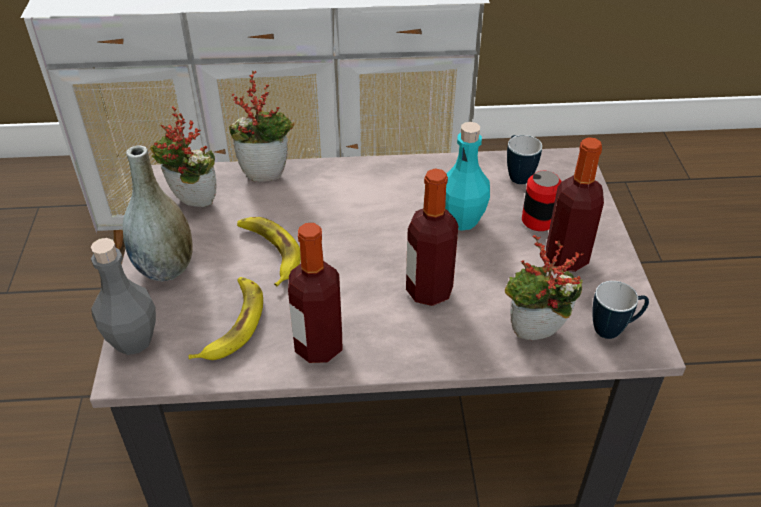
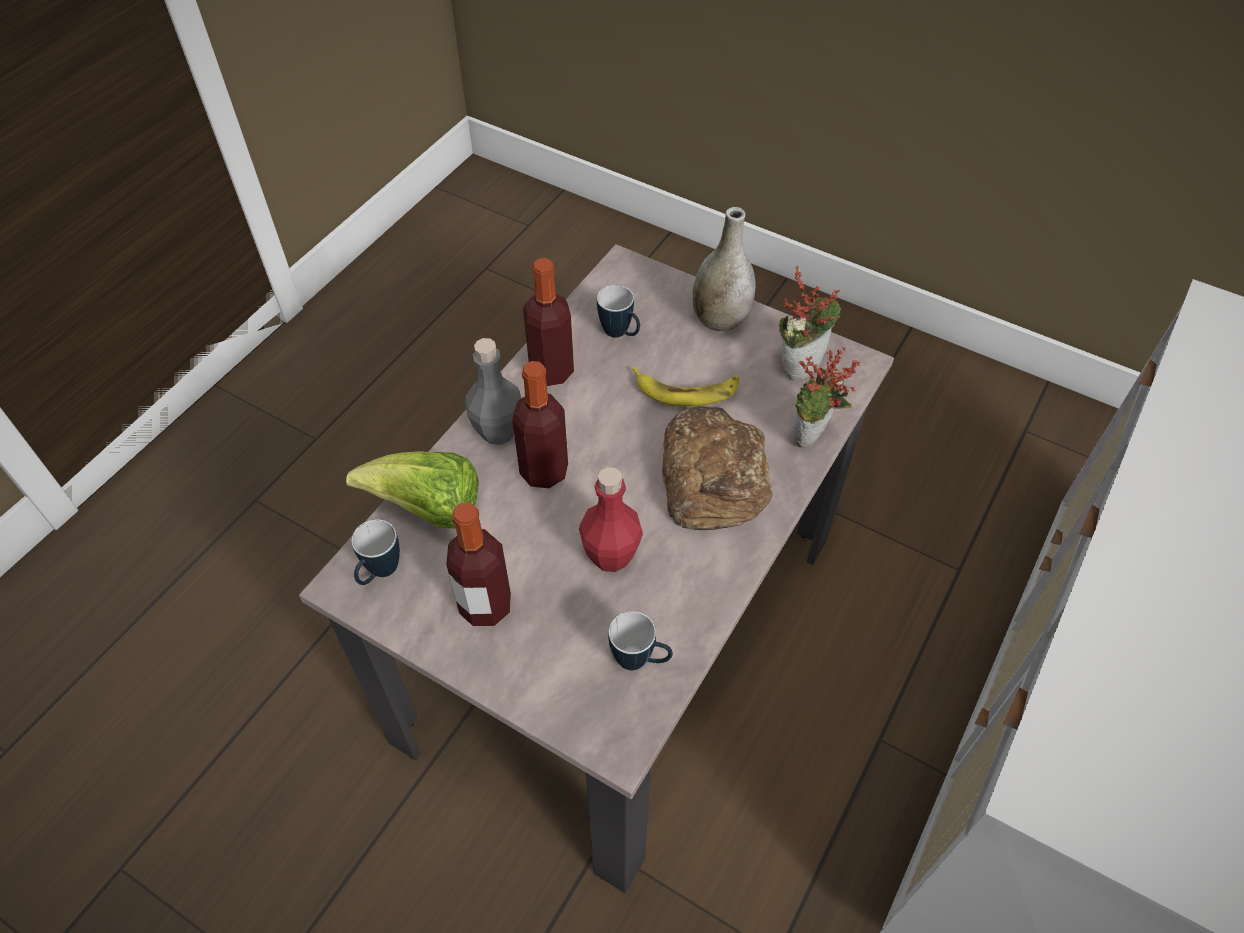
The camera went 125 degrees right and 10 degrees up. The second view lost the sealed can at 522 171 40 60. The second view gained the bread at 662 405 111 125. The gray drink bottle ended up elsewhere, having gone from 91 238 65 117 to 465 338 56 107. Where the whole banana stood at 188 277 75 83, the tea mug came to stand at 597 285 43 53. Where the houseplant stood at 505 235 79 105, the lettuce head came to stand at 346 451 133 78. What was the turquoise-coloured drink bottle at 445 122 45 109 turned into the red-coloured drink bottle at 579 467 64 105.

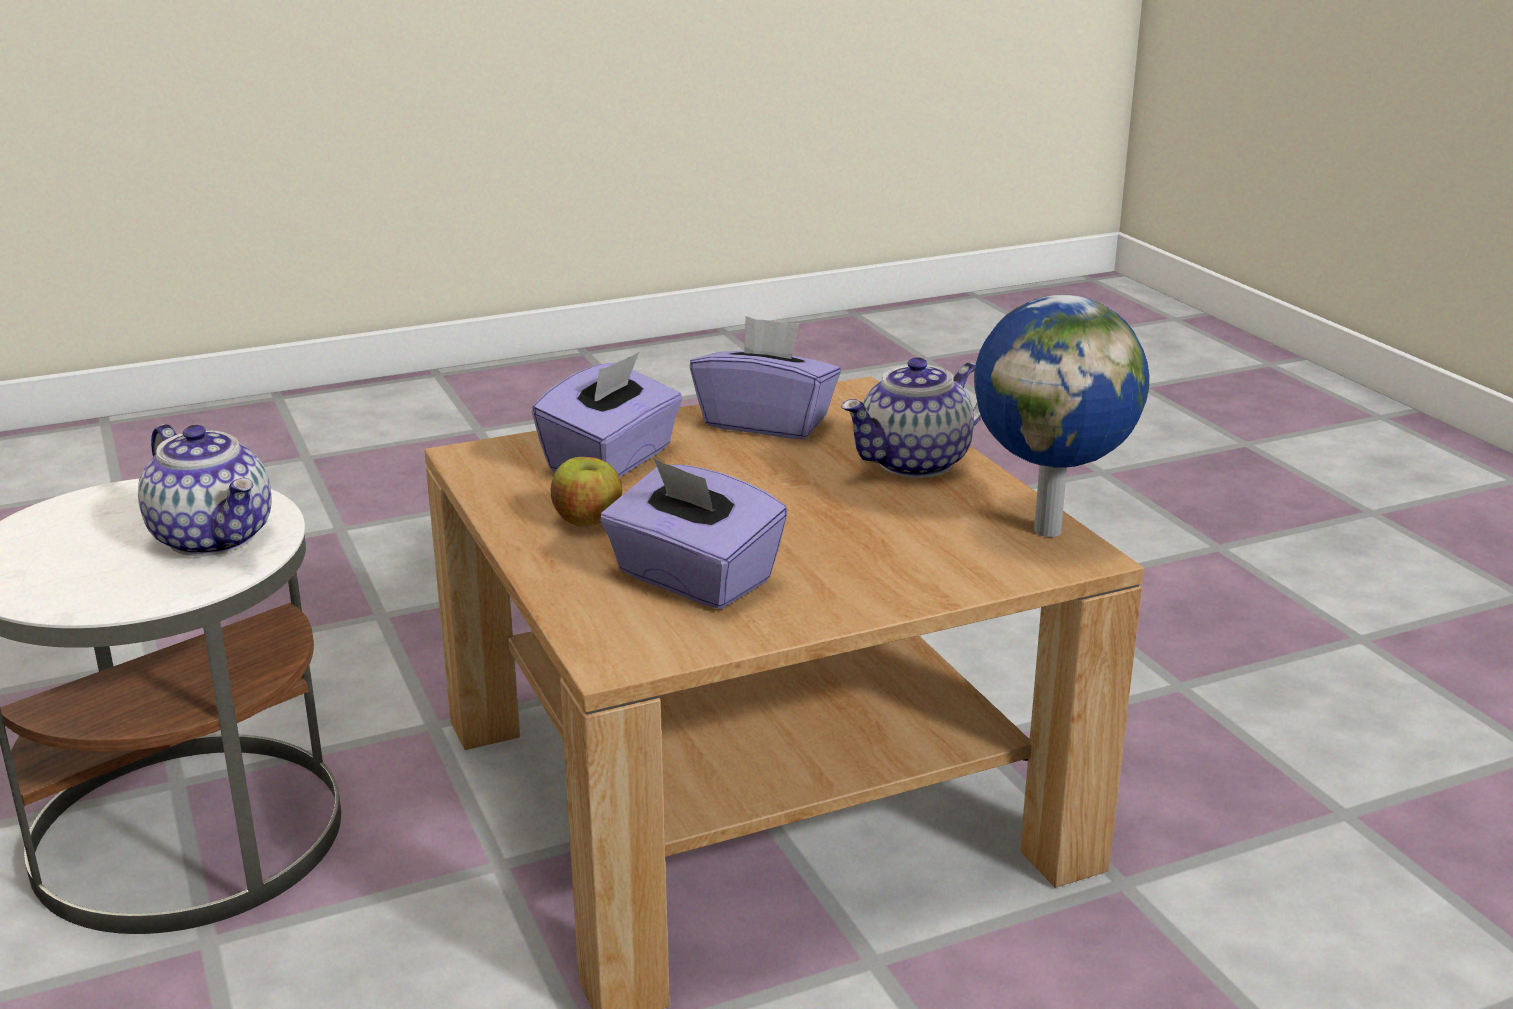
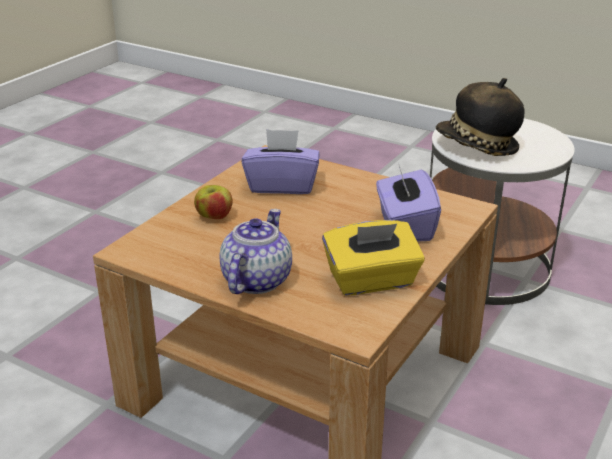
The camera went 145 degrees right and 5 degrees up. The second view lost the desk globe at 974 295 175 242. The apple fruit ended up elsewhere, having gone from 551 457 71 70 to 194 185 39 34. Where the tea pot stood at 138 424 134 132, the wearable hat came to stand at 436 78 89 78. What was the purple-coloured tissue holder at 690 316 151 123 turned into the yellowish tissue holder at 322 220 103 76.

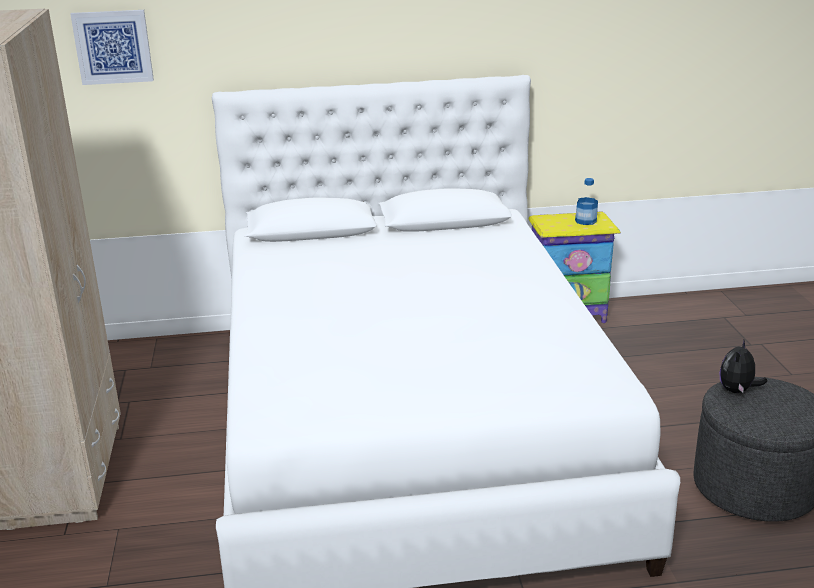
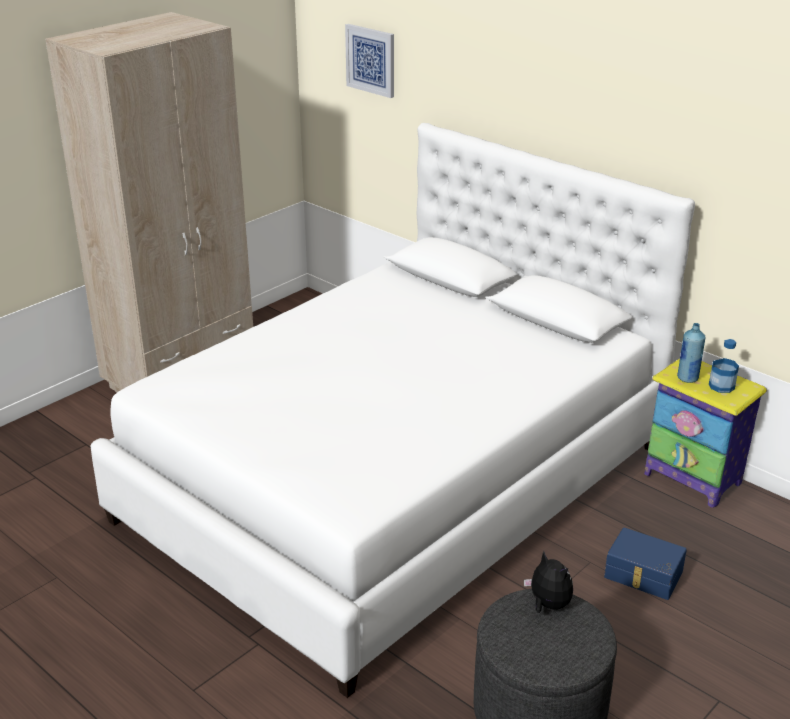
The camera went 50 degrees right and 5 degrees up. The second view gained the blue-coloured storage bin at 604 528 83 72. The second view gained the blue-coloured drink bottle at 677 323 28 60. The cuddly toy at 719 340 48 53 ended up facing another way, 60 degrees clockwise from before.

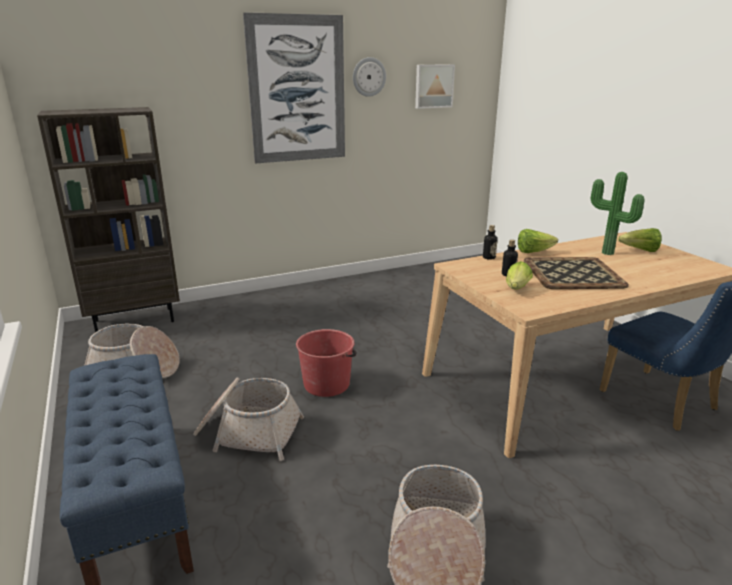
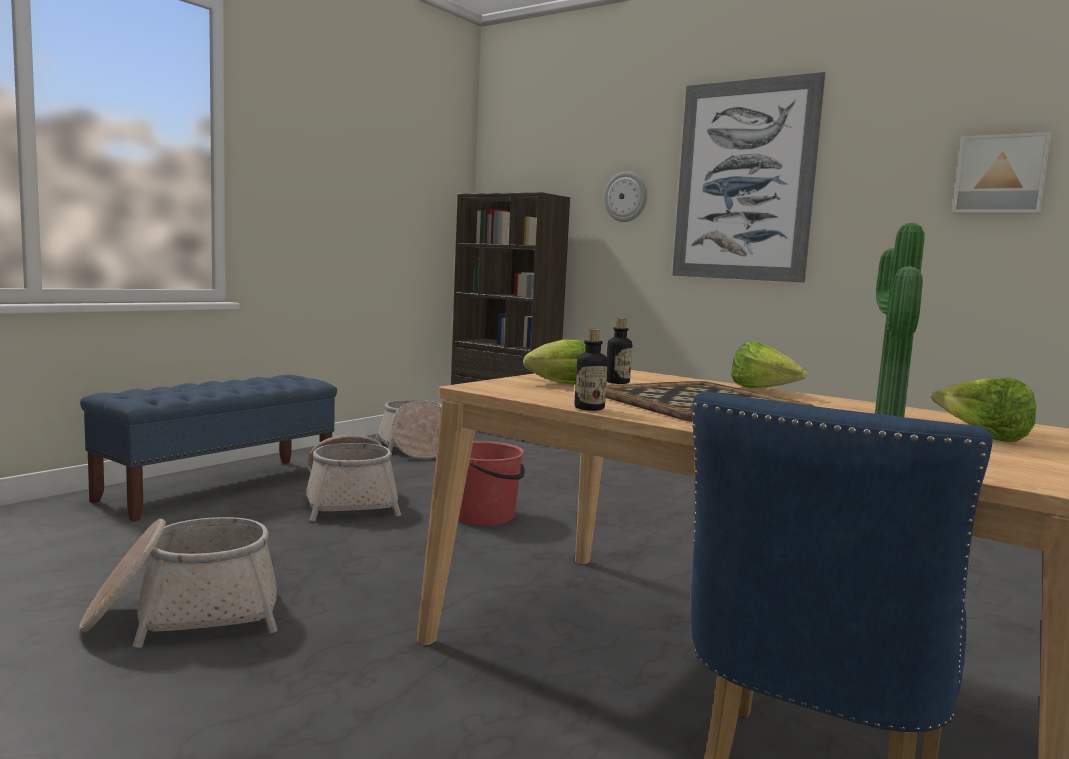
The camera went 60 degrees right and 15 degrees down. The wall clock ended up elsewhere, having gone from 353 57 33 40 to 604 171 43 51. The drink bottle ended up elsewhere, having gone from 483 225 15 35 to 574 329 34 82.

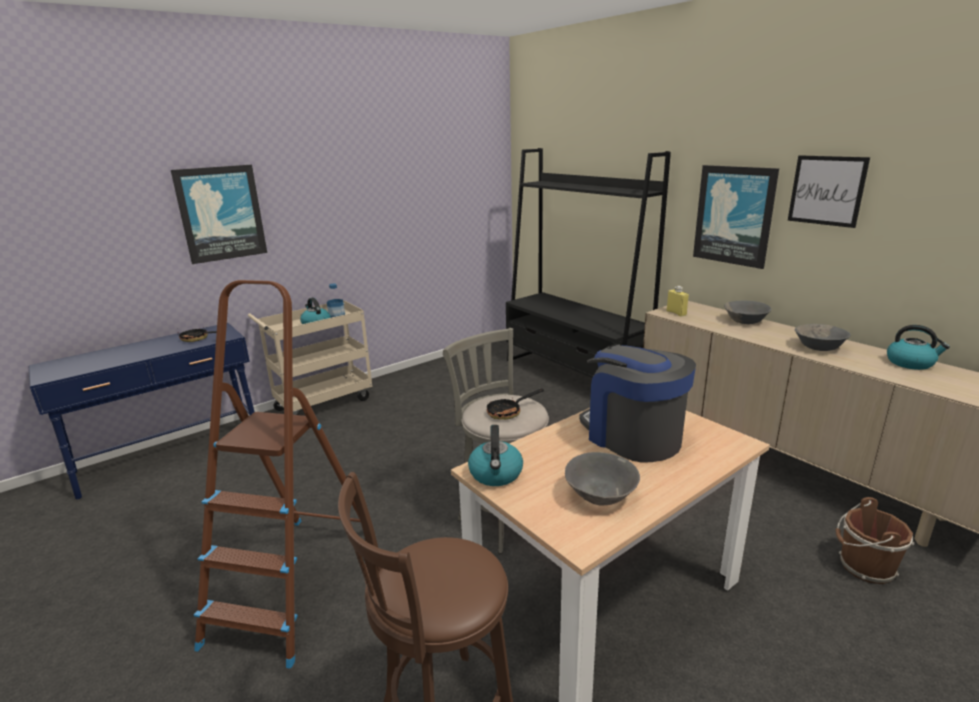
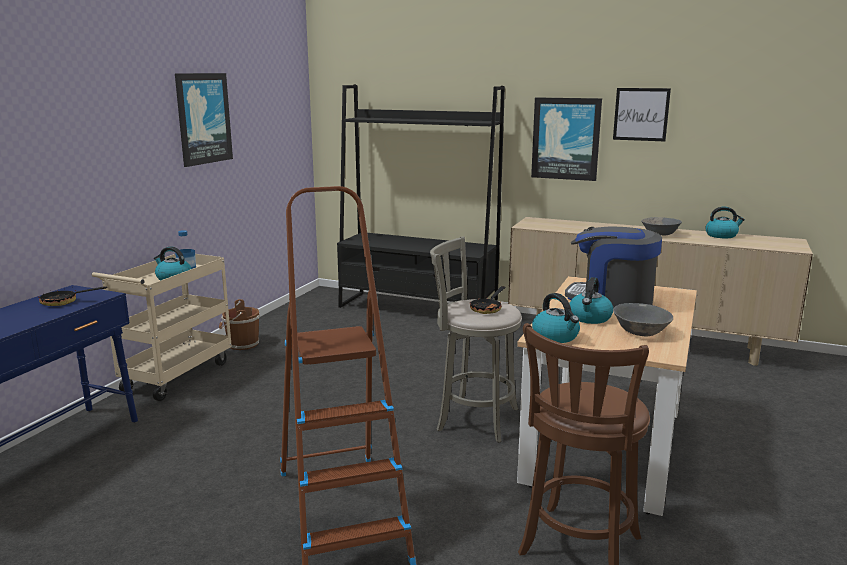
The camera went 30 degrees left and 5 degrees down. The second view lost the yellowish drink bottle at 667 286 22 31. The second view lost the gray serving bowl at 724 301 48 23. The second view gained the tea kettle at 569 277 44 47. The wall picture ended up elsewhere, having gone from 171 165 96 99 to 175 73 58 94. The brown-coloured pail ended up elsewhere, having gone from 835 497 79 87 to 219 299 41 51.

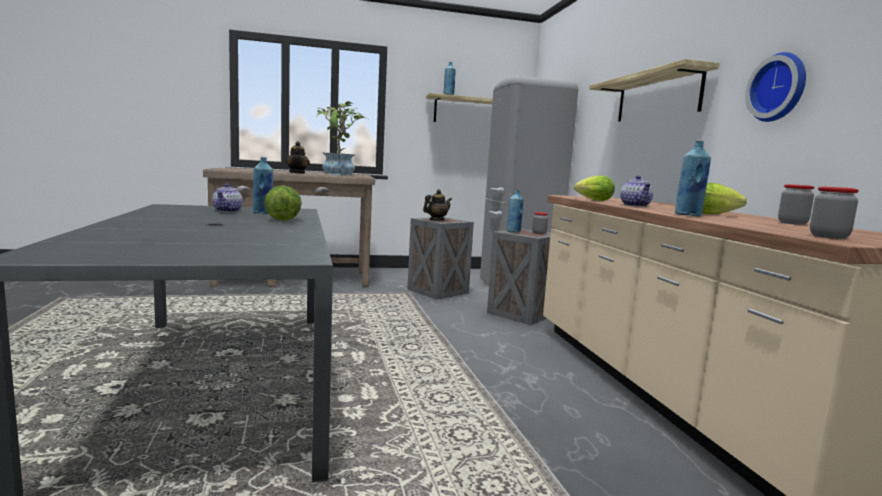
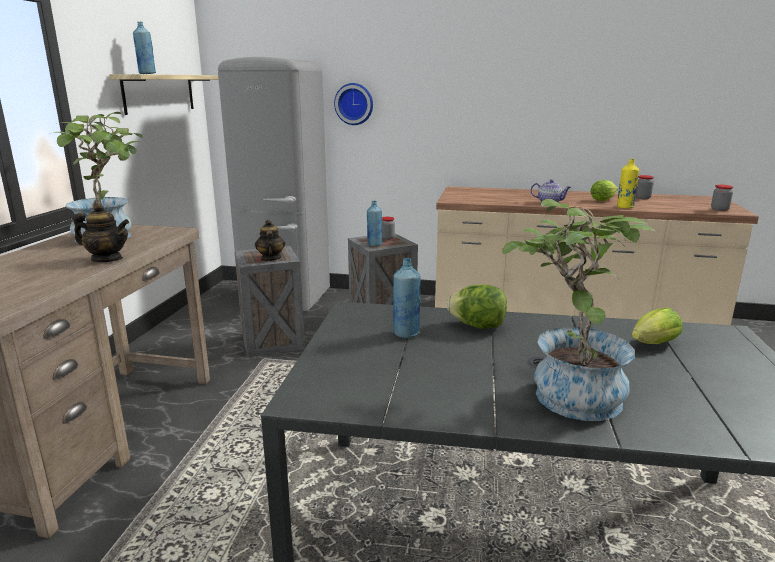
The camera went 65 degrees left and 10 degrees up. The second view lost the tea pot at 212 184 31 28. The second view lost the wall shelf at 589 59 131 63. The second view gained the houseplant at 502 199 153 222. The lettuce head ended up elsewhere, having gone from 574 176 41 25 to 632 307 50 37. The wall clock ended up elsewhere, having gone from 745 52 61 70 to 334 83 39 42. What was the blue-coloured drink bottle at 675 141 36 76 turned into the yellowish drink bottle at 617 159 22 50.

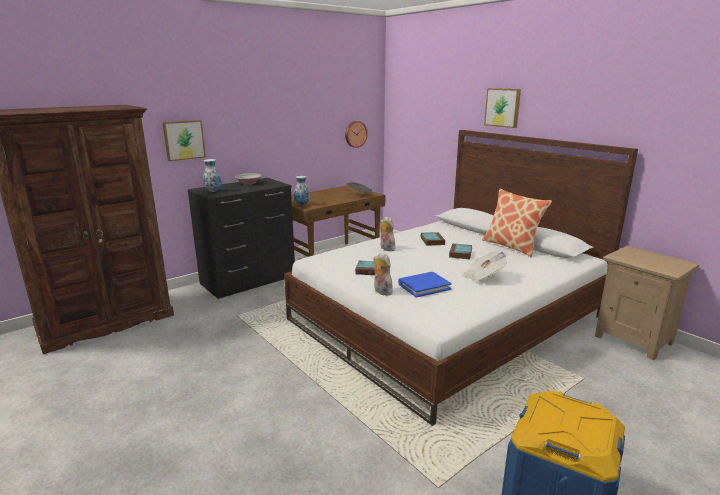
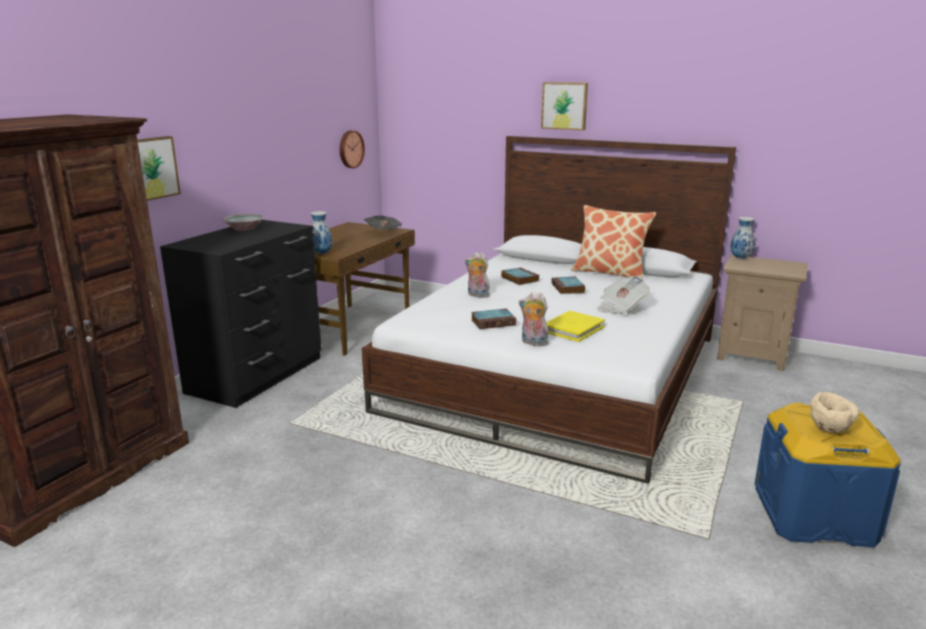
The camera went 25 degrees left and 0 degrees up. The second view gained the sand-coloured serving bowl at 810 392 49 41. The decorative vase ended up elsewhere, having gone from 203 159 19 33 to 730 217 25 42. What was the blue-coloured volume at 398 272 54 26 turned into the yellowish volume at 546 311 59 31.

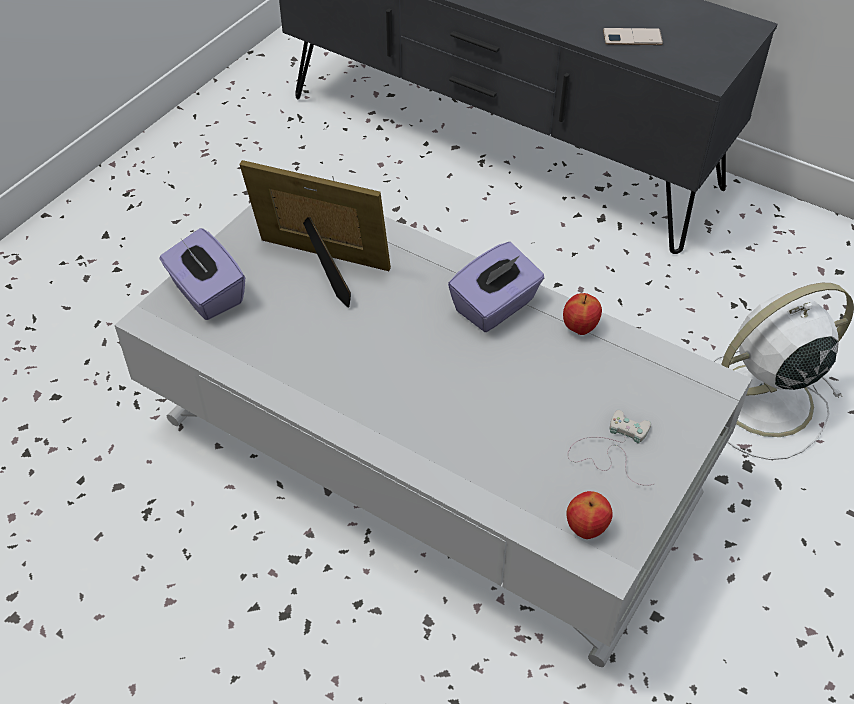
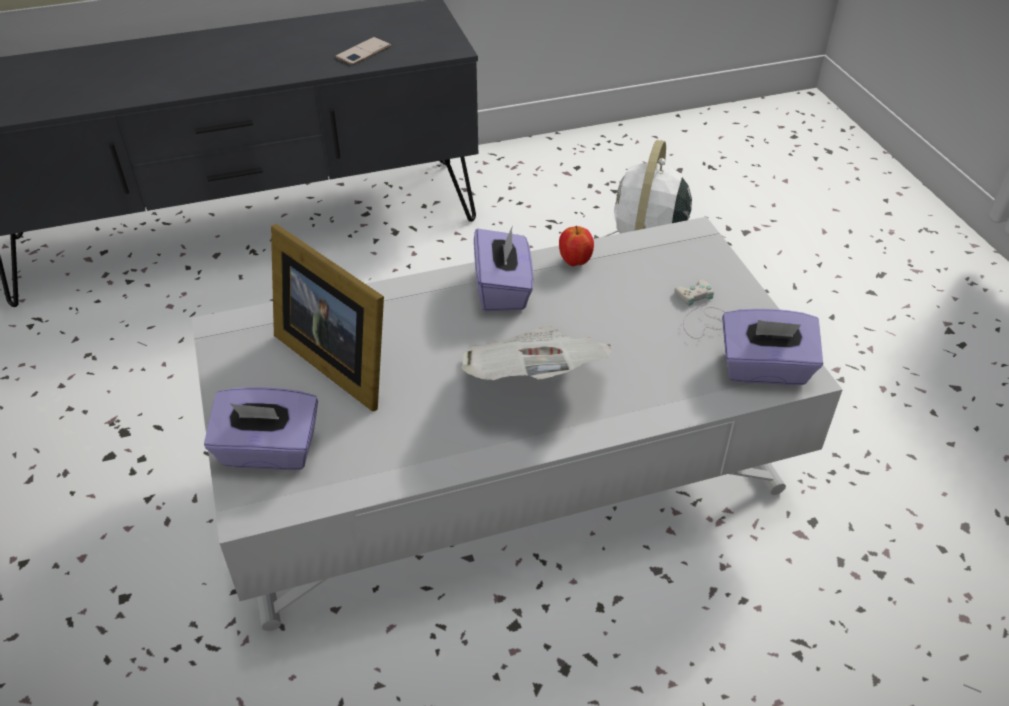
The camera went 50 degrees left and 5 degrees down. The second view gained the daily paper at 461 326 151 54. Where the apple fruit stood at 567 491 45 48, the purple-coloured tissue holder came to stand at 722 309 101 76. The photo frame at 239 160 152 148 ended up facing another way, 105 degrees counterclockwise from before.

